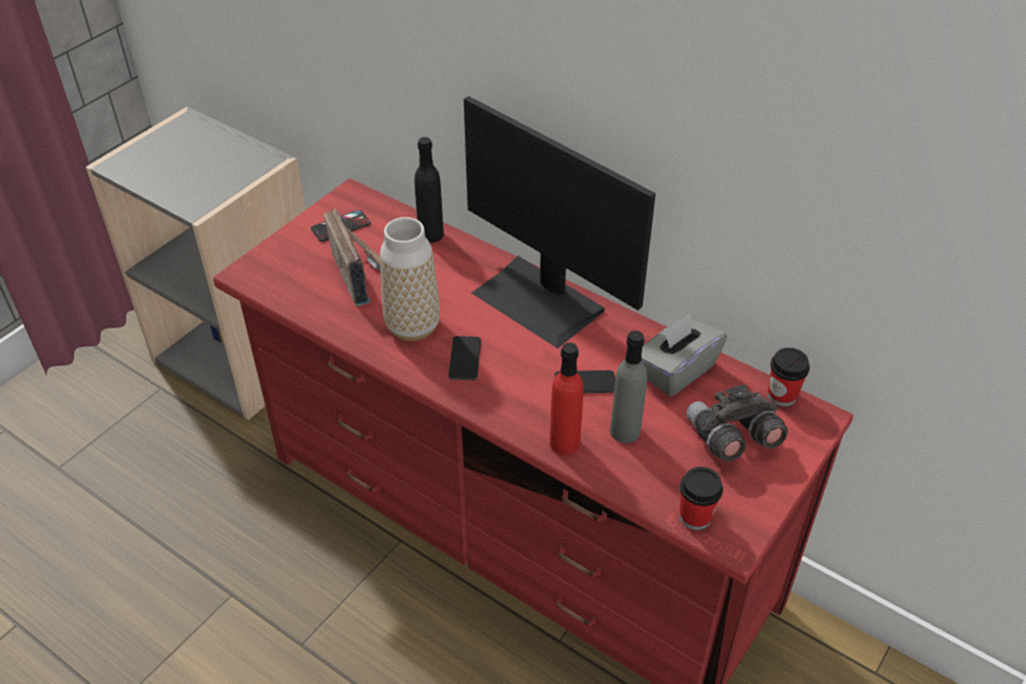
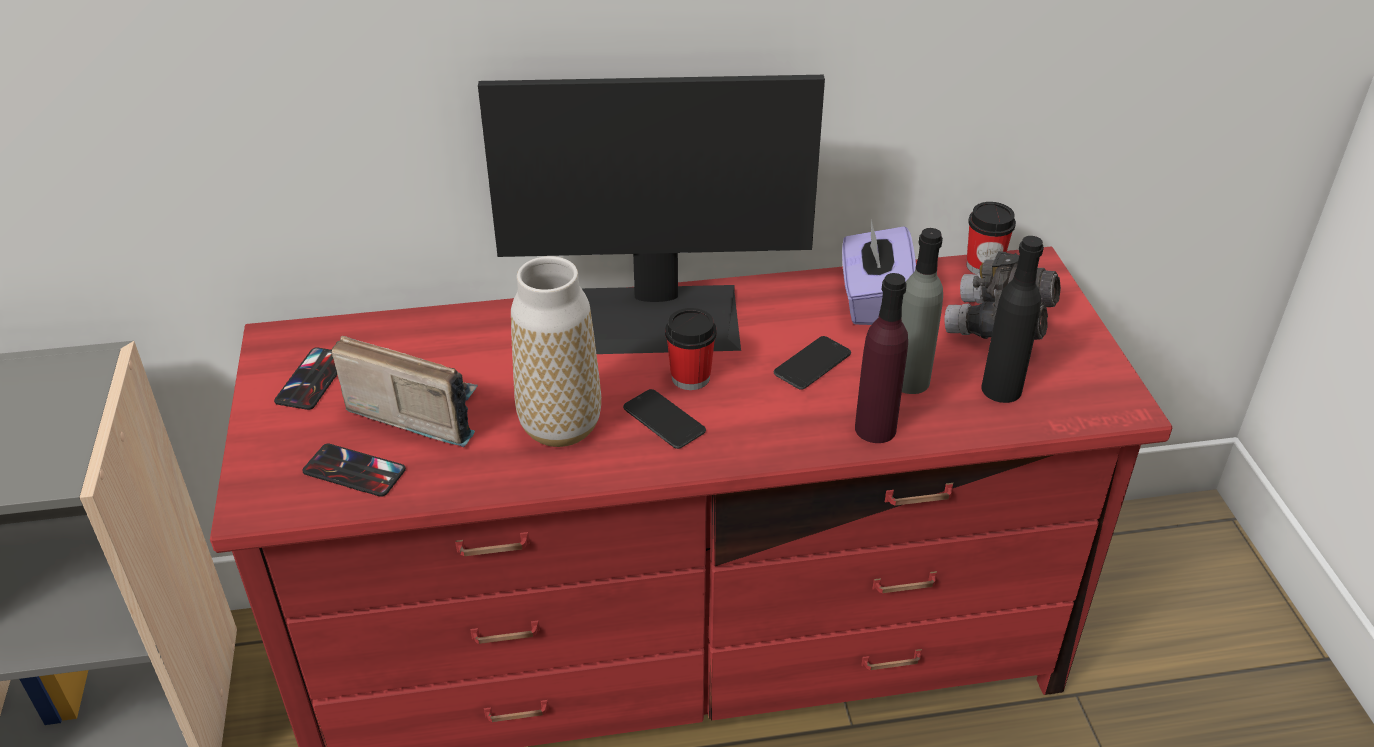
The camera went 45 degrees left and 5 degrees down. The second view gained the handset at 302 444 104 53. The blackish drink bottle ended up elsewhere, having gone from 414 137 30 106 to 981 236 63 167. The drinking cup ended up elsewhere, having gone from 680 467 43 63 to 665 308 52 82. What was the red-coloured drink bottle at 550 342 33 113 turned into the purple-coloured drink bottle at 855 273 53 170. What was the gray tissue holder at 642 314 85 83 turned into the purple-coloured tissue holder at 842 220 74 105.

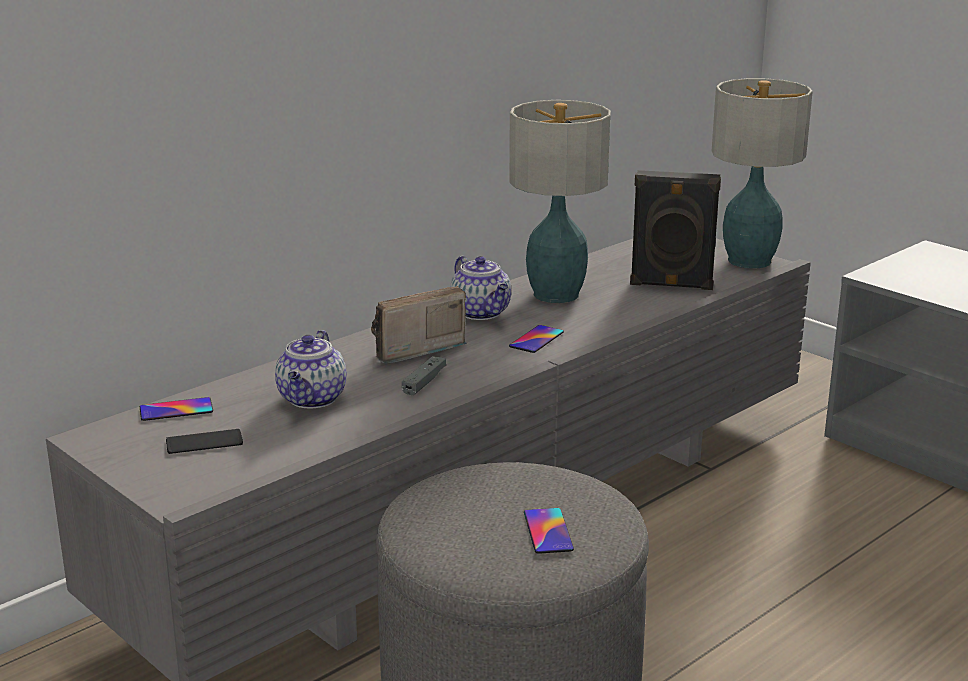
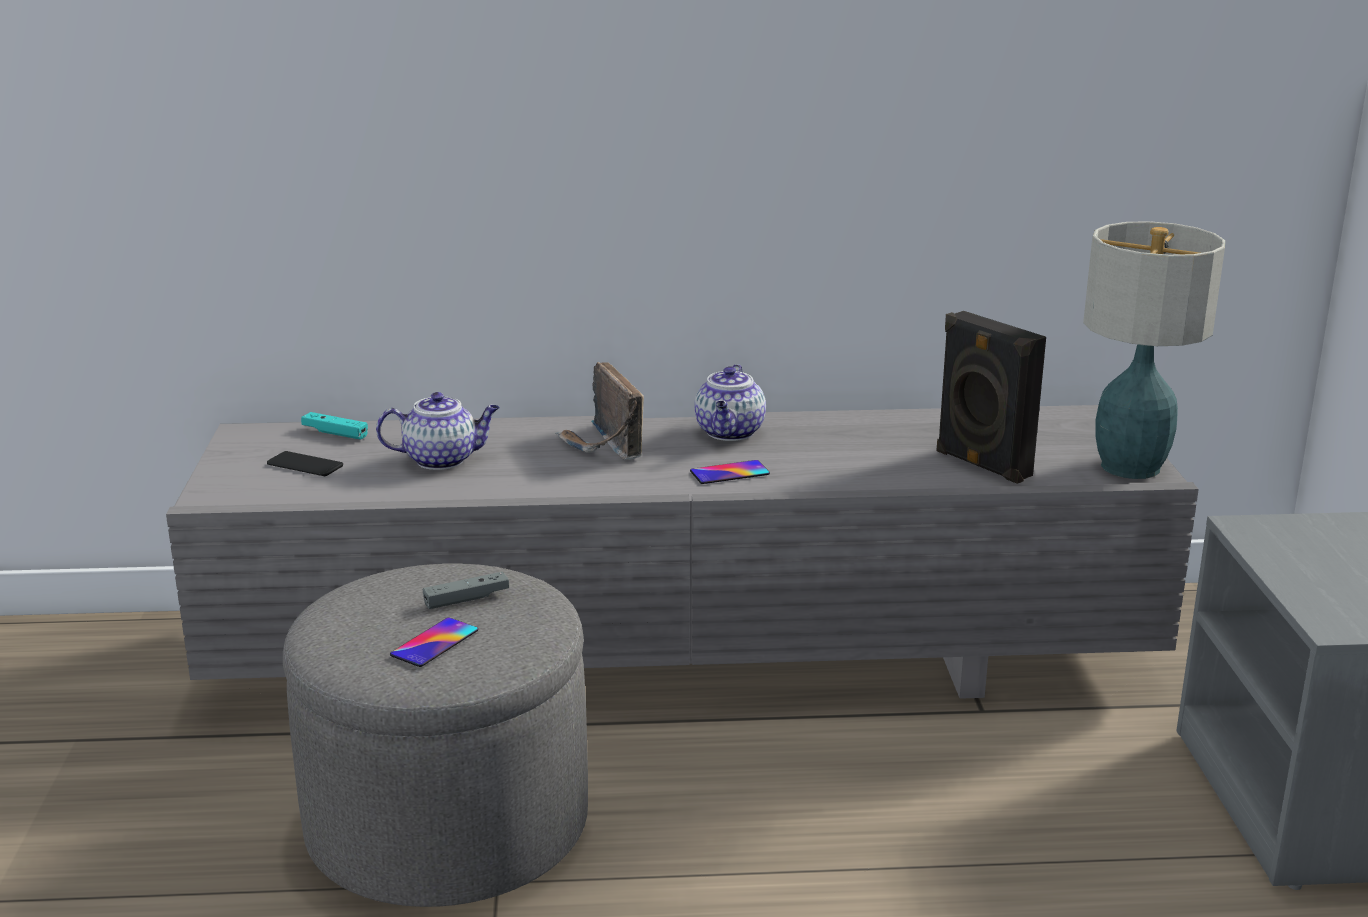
The camera went 40 degrees right and 0 degrees up. The second view lost the table lamp at 509 100 102 203. The gray game controller ended up elsewhere, having gone from 402 356 44 39 to 423 572 86 37. Where the handset stood at 140 397 73 24, the turquoise-coloured game controller came to stand at 301 412 67 28. The tea pot at 275 330 72 78 ended up facing another way, 150 degrees counterclockwise from before. The radio at 371 286 96 77 ended up facing another way, 120 degrees counterclockwise from before.

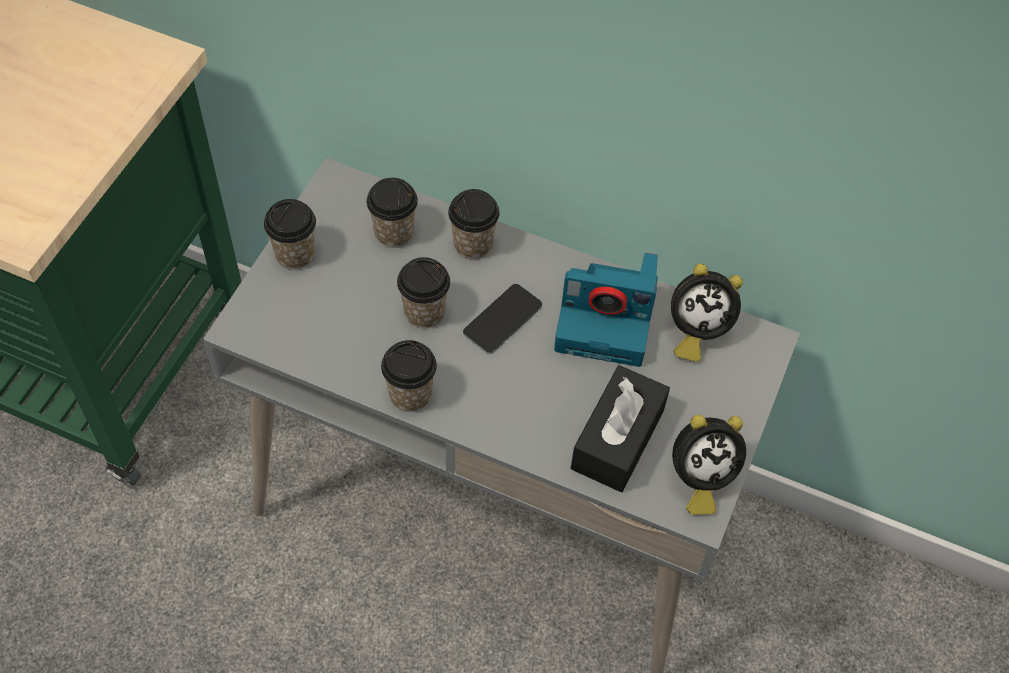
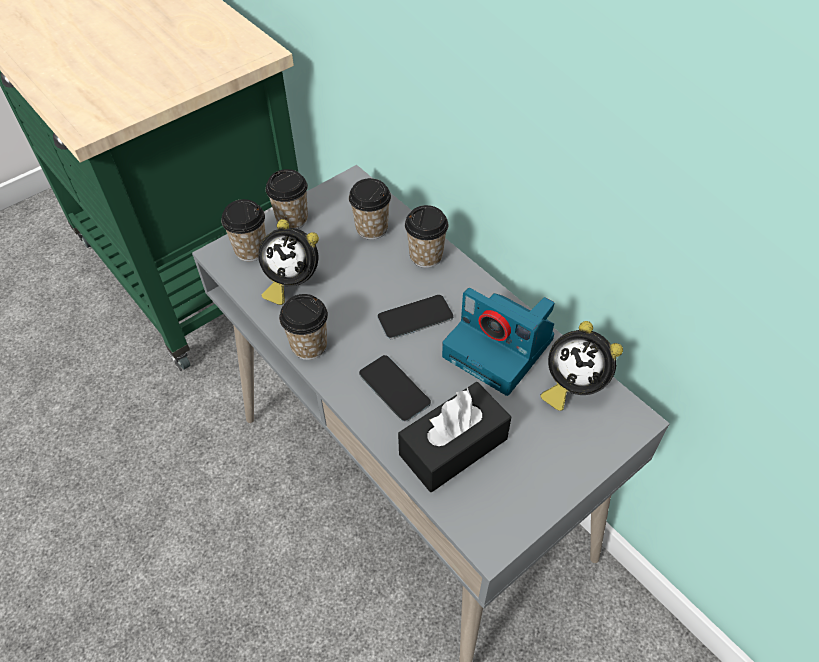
The camera went 30 degrees right and 5 degrees down. The second view gained the handset at 359 355 72 67. The drinking cup ended up elsewhere, having gone from 397 257 53 72 to 221 199 45 62. The bedside clock ended up elsewhere, having gone from 672 415 74 100 to 258 219 61 86.

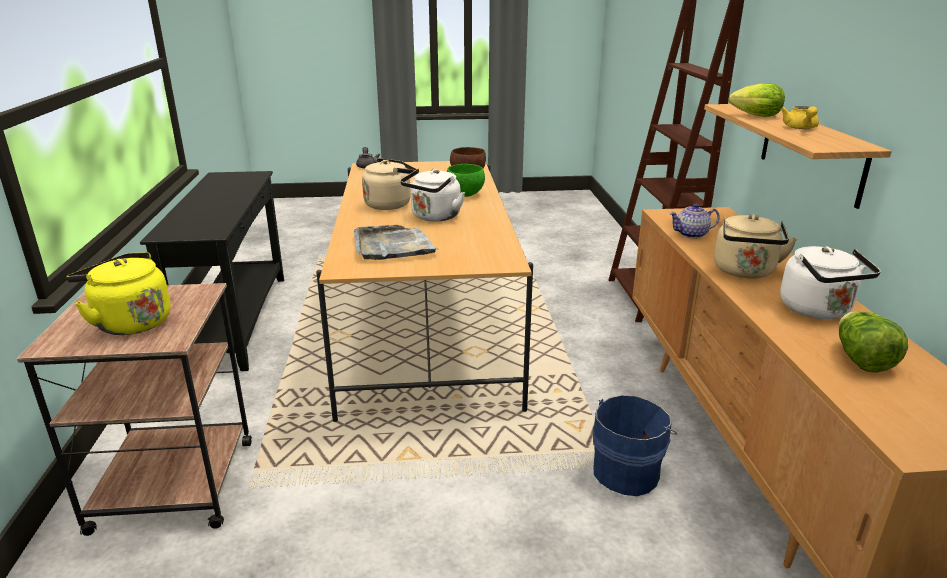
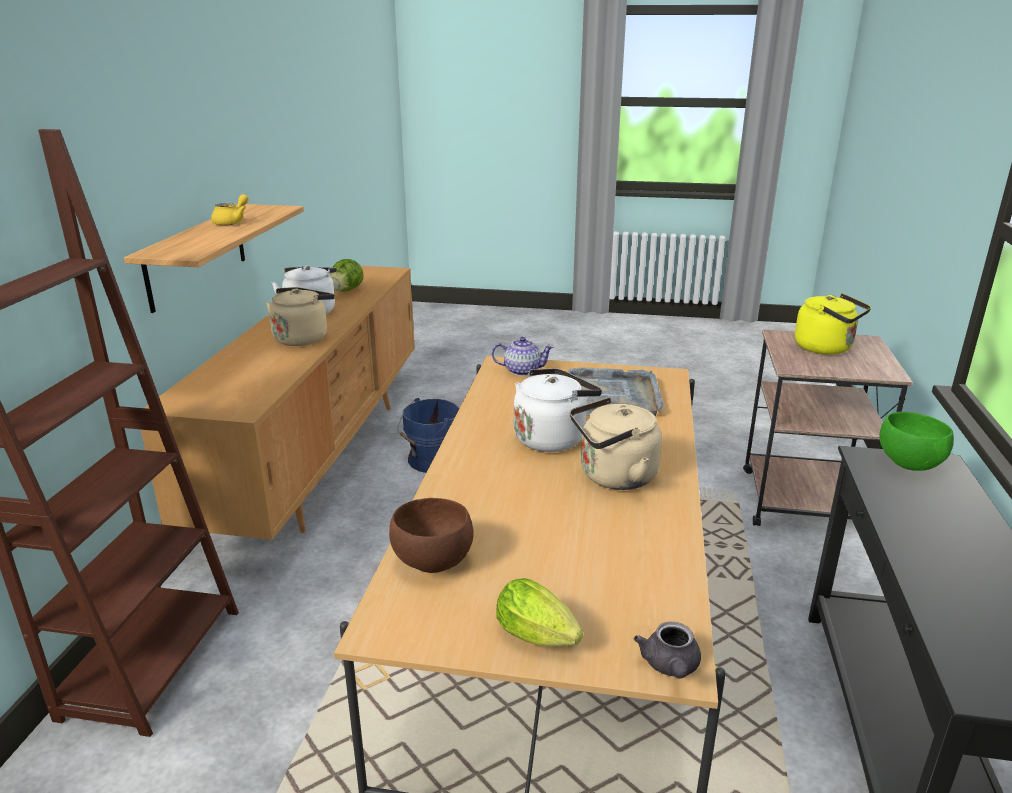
The camera went 165 degrees left and 0 degrees up. The greenish serving bowl ended up elsewhere, having gone from 447 164 38 33 to 880 412 74 59. The tea pot ended up elsewhere, having gone from 669 204 51 35 to 492 337 62 39. The lettuce head ended up elsewhere, having gone from 729 83 56 34 to 496 578 87 69.

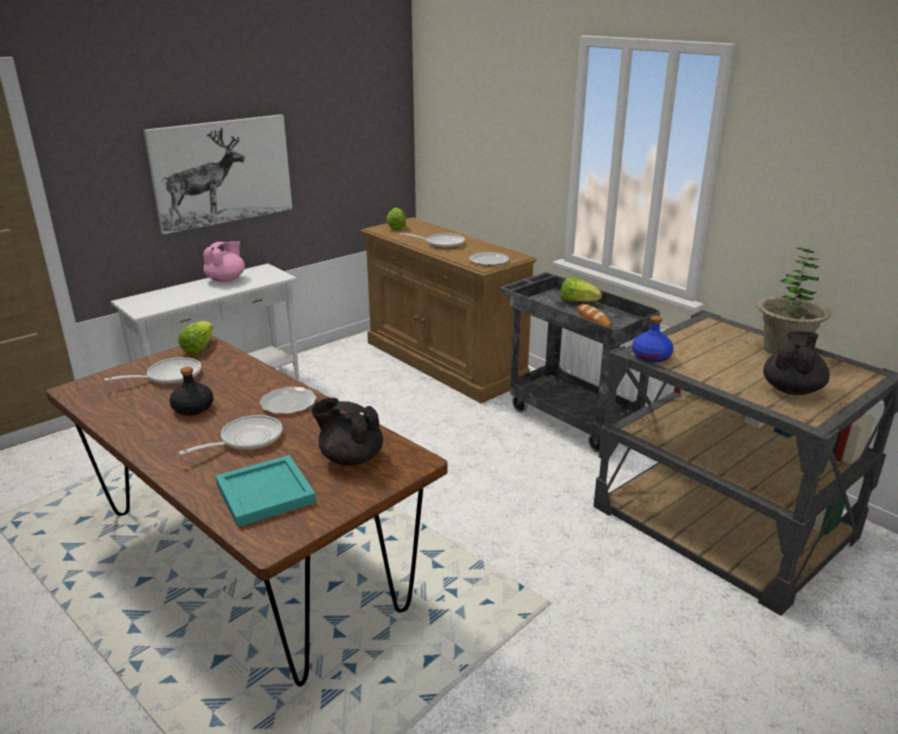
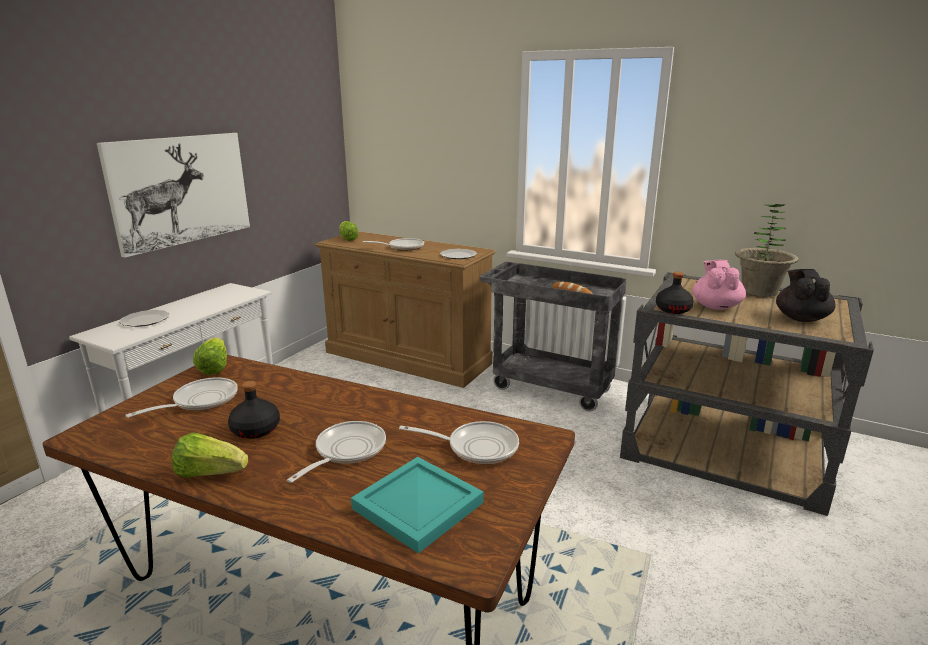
The camera went 20 degrees left and 5 degrees down. The pinkish tea pot ended up elsewhere, having gone from 203 241 42 41 to 692 260 54 50. The plate ended up elsewhere, having gone from 259 387 58 27 to 119 310 51 17. The lettuce head ended up elsewhere, having gone from 560 277 42 25 to 172 433 76 45. Where the blackish tea pot stood at 311 398 72 68, the frying pan came to stand at 399 421 120 43. What was the blue-coloured drink bottle at 632 316 41 47 turned into the blackish drink bottle at 656 272 38 42.

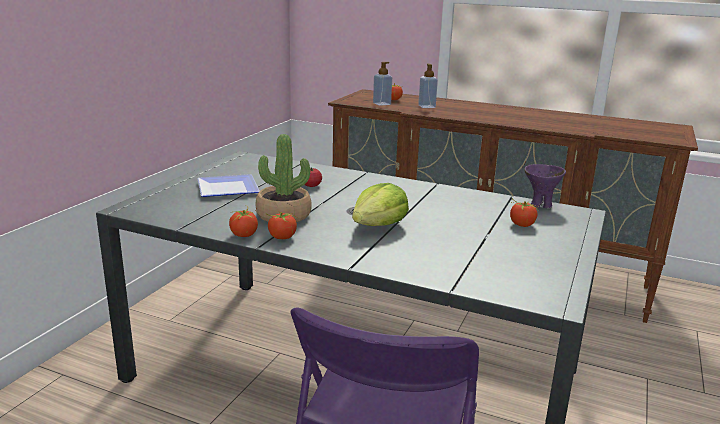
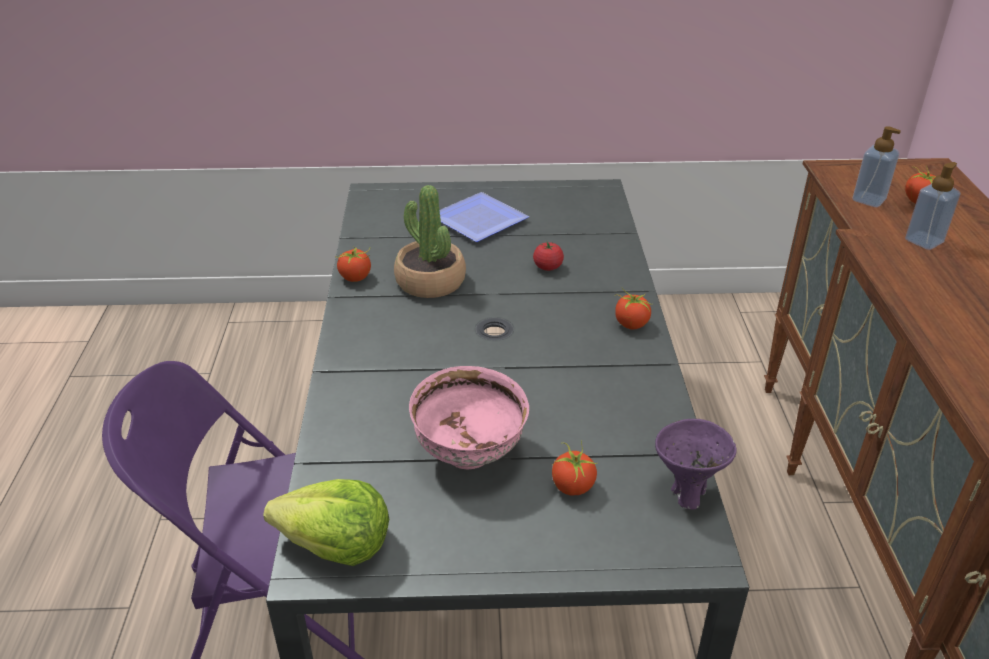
The camera went 65 degrees right and 15 degrees up. The second view gained the pinkish serving bowl at 409 366 120 103. The tomato ended up elsewhere, having gone from 267 212 30 27 to 615 288 37 41. The lettuce head ended up elsewhere, having gone from 352 183 57 43 to 263 479 126 87.

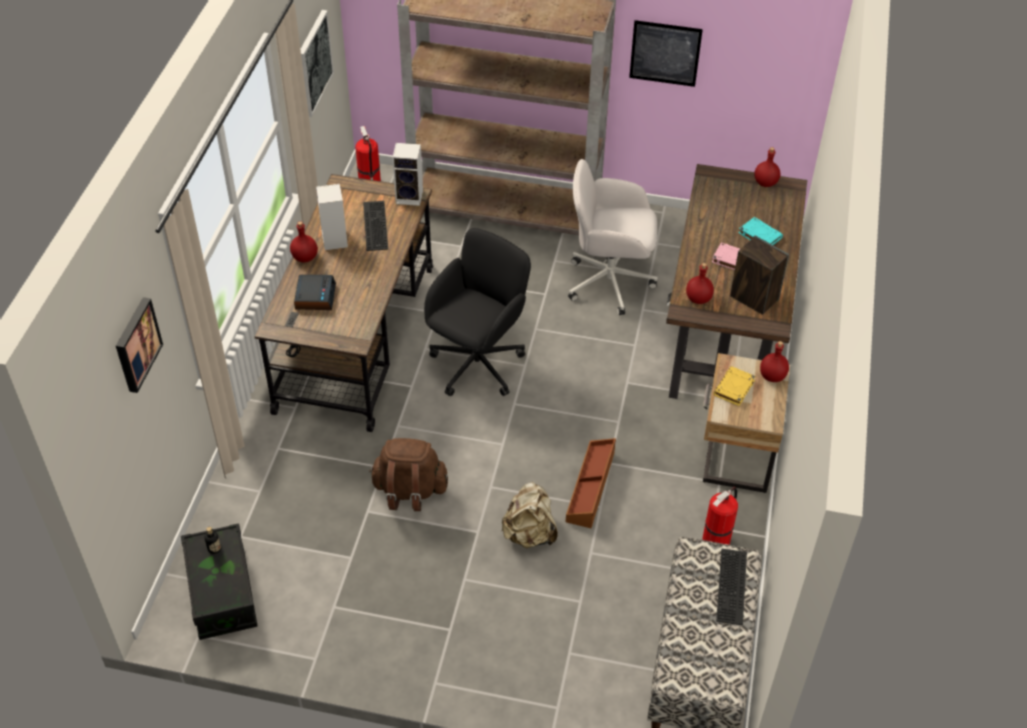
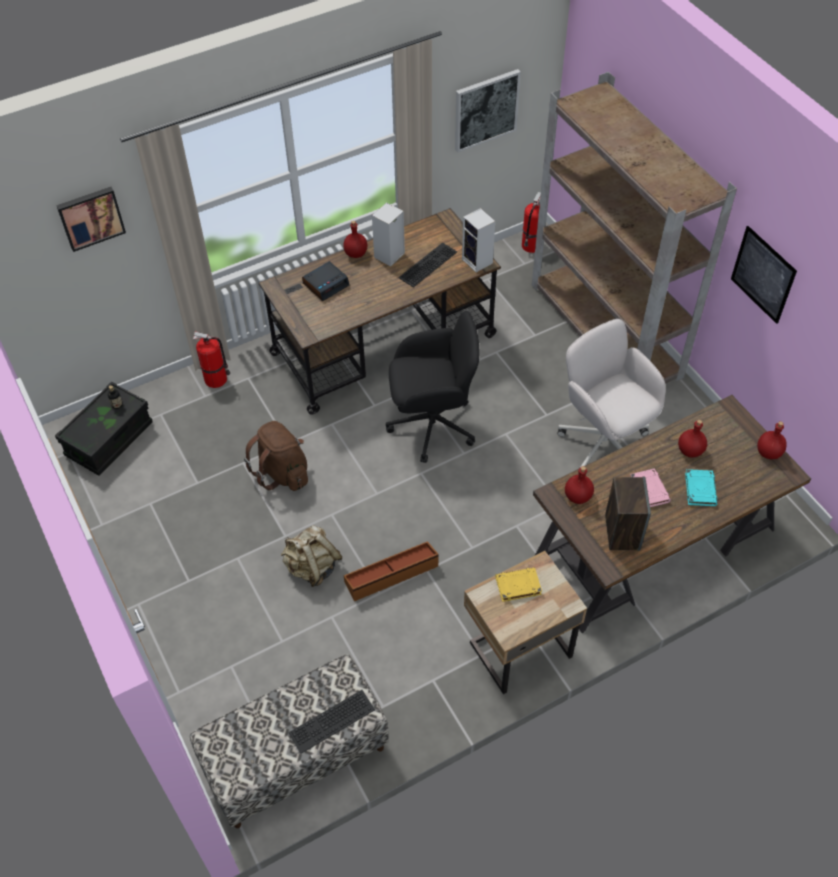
The camera went 50 degrees right and 5 degrees up. The extinguisher ended up elsewhere, having gone from 702 487 36 58 to 193 331 38 57. The red-coloured drink bottle ended up elsewhere, having gone from 760 341 29 41 to 678 420 29 37.

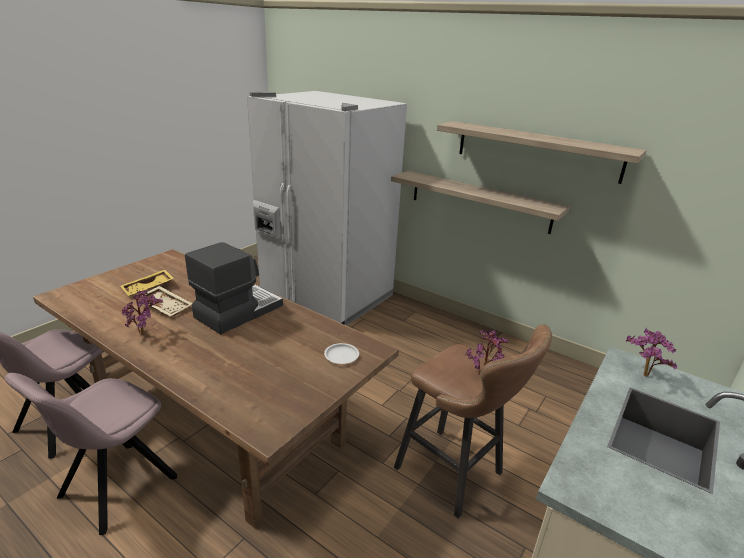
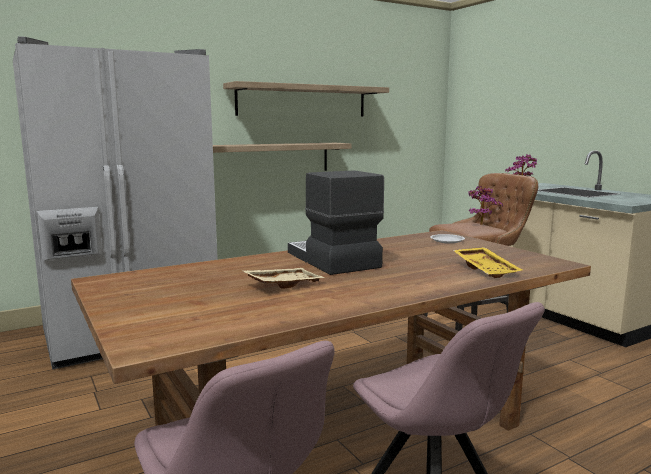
The camera went 65 degrees left and 15 degrees down. The second view lost the houseplant at 122 290 41 45. The yellowish carrying tray ended up elsewhere, having gone from 120 269 54 27 to 453 247 69 31.

